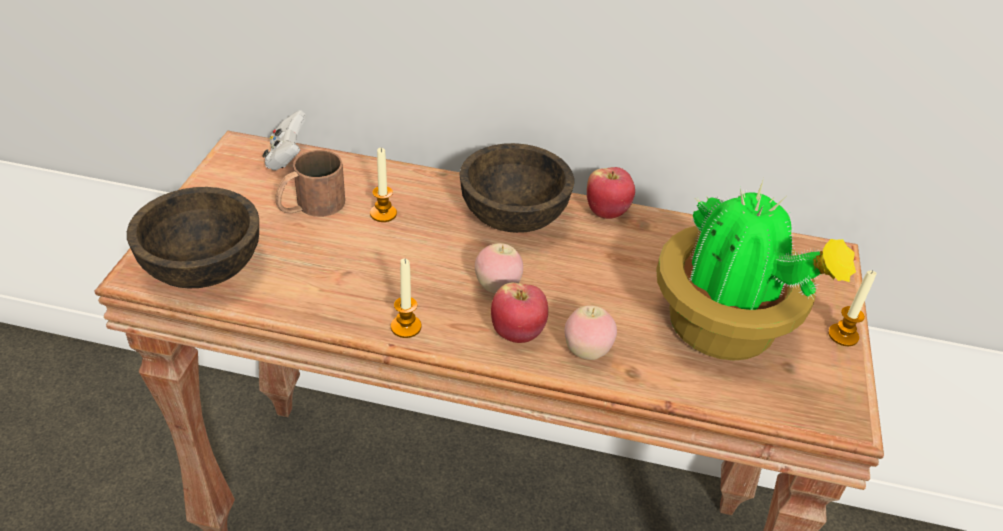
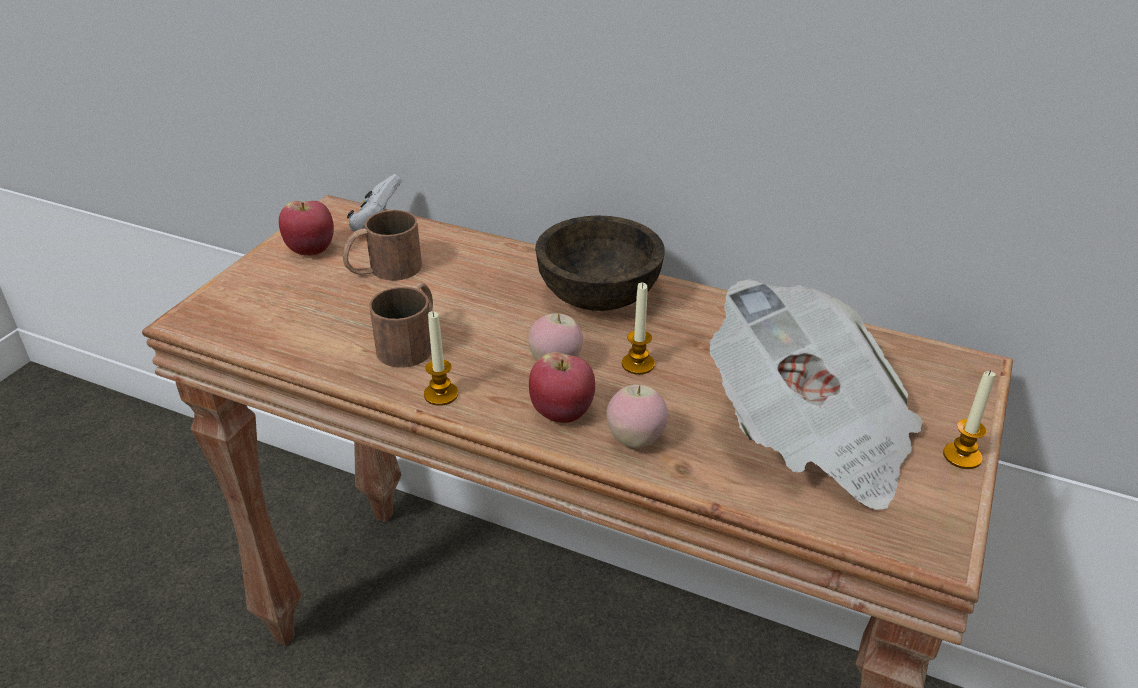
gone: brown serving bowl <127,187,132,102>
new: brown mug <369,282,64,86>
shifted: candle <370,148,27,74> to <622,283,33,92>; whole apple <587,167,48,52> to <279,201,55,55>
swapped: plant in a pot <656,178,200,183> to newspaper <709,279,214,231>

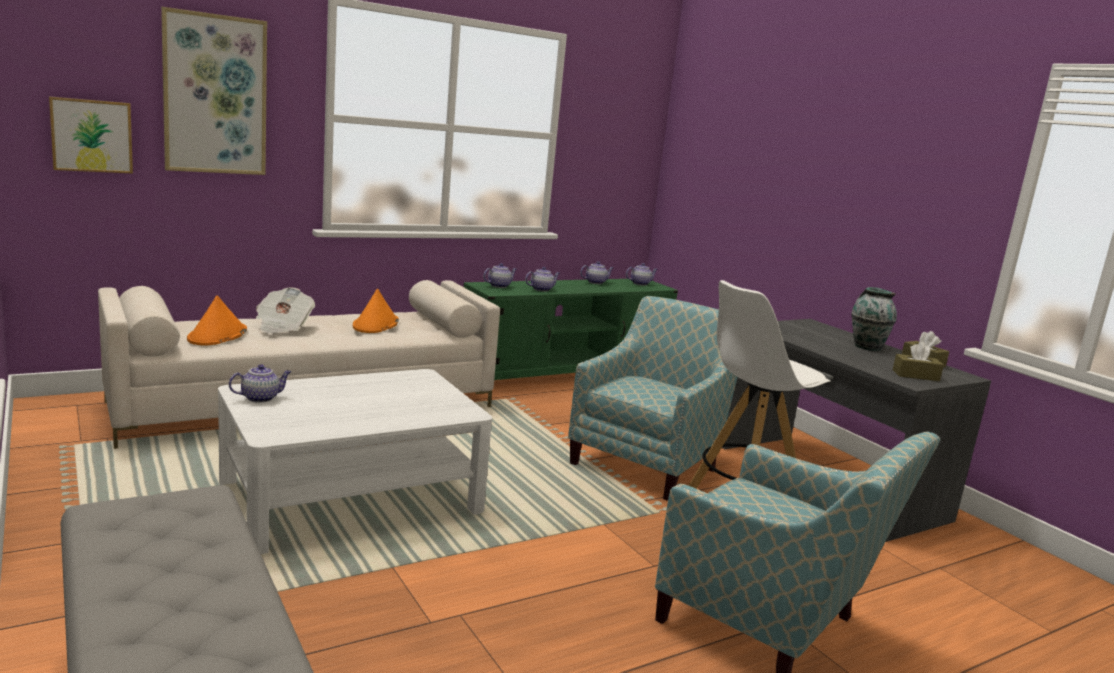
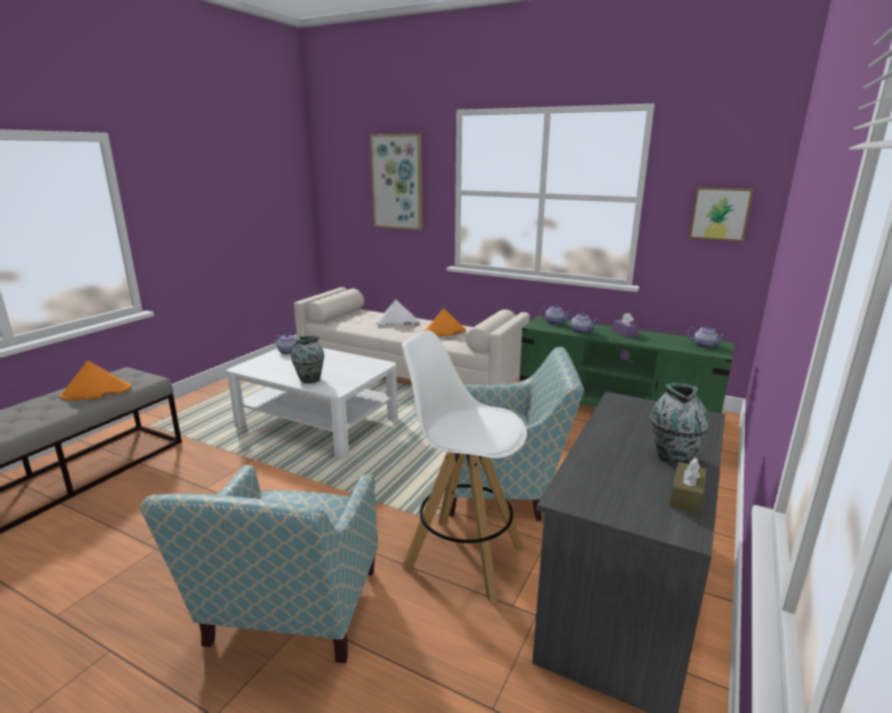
gone: teapot <580,261,34,23>; brown tissue box <893,342,51,39>
new: vase <291,335,33,48>; purple-coloured tissue box <613,313,26,24>
shifted: picture <49,97,84,77> to <689,187,64,55>; orangey wearable hat <187,295,60,50> to <60,360,72,41>
swapped: newspaper <256,287,59,47> to white-coloured wearable hat <376,300,43,26>

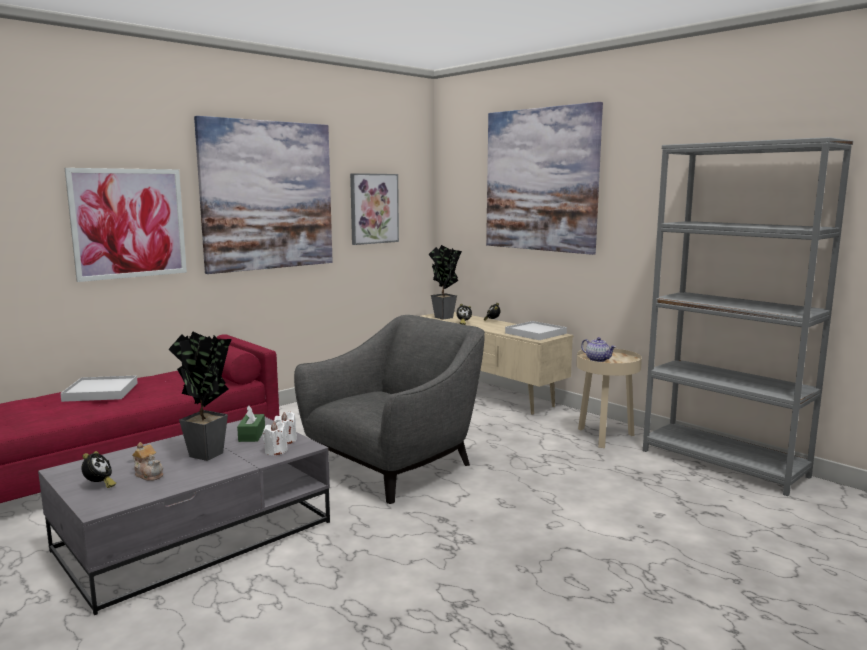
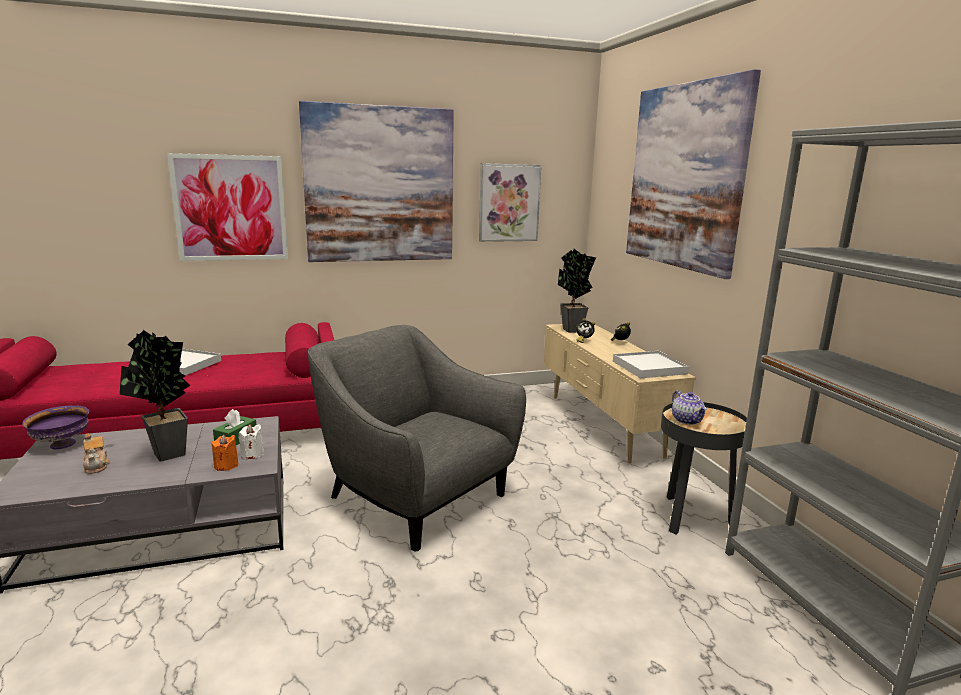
gone: table clock <81,451,35,37>
new: purple-coloured serving bowl <22,405,67,44>
repainted: white-coloured candle <262,421,25,35> to orangey candle <212,435,27,36>; sand-coloured side table <576,348,66,100> to black-coloured side table <661,402,86,133>
rotated: gray easy chair <294,315,191,189> = <308,325,218,227> 120 degrees counterclockwise

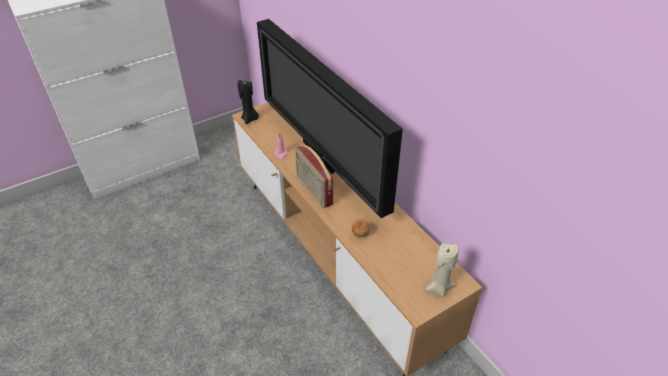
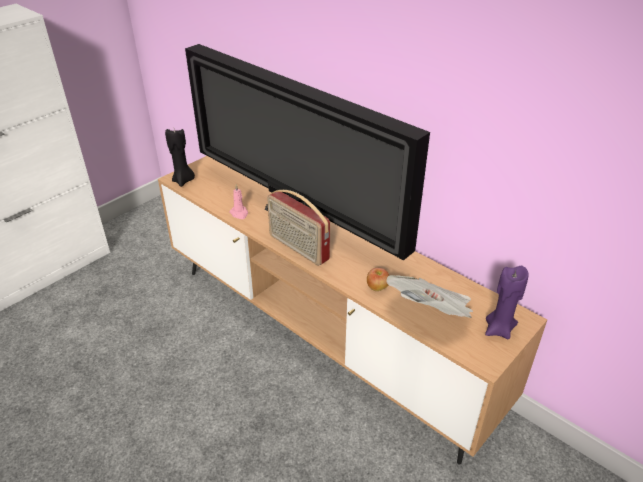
new: newspaper <386,275,88,43>
repainted: sand-coloured candle <426,243,33,54> to purple-coloured candle <485,266,44,73>

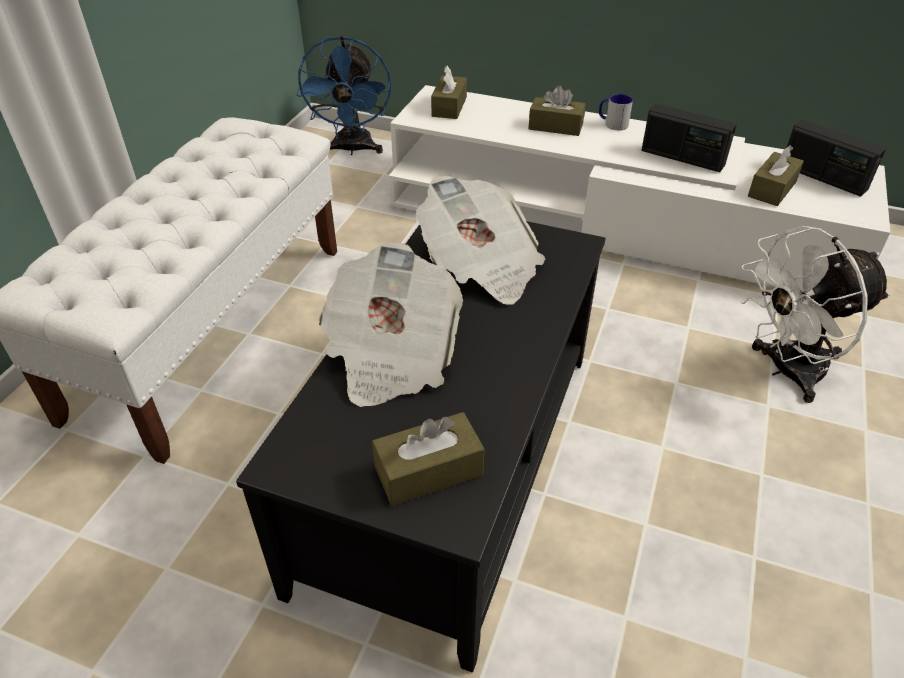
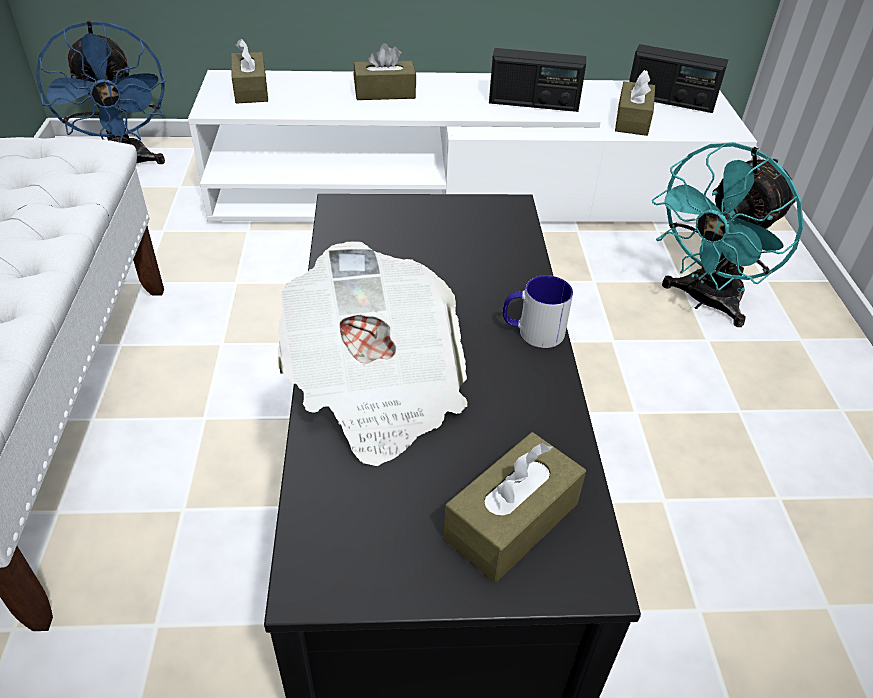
gone: newspaper <416,175,129,130>
shifted: mug <599,94,34,36> to <503,275,70,73>
repainted: white-coloured fan <741,226,149,177> to turquoise fan <652,142,152,185>

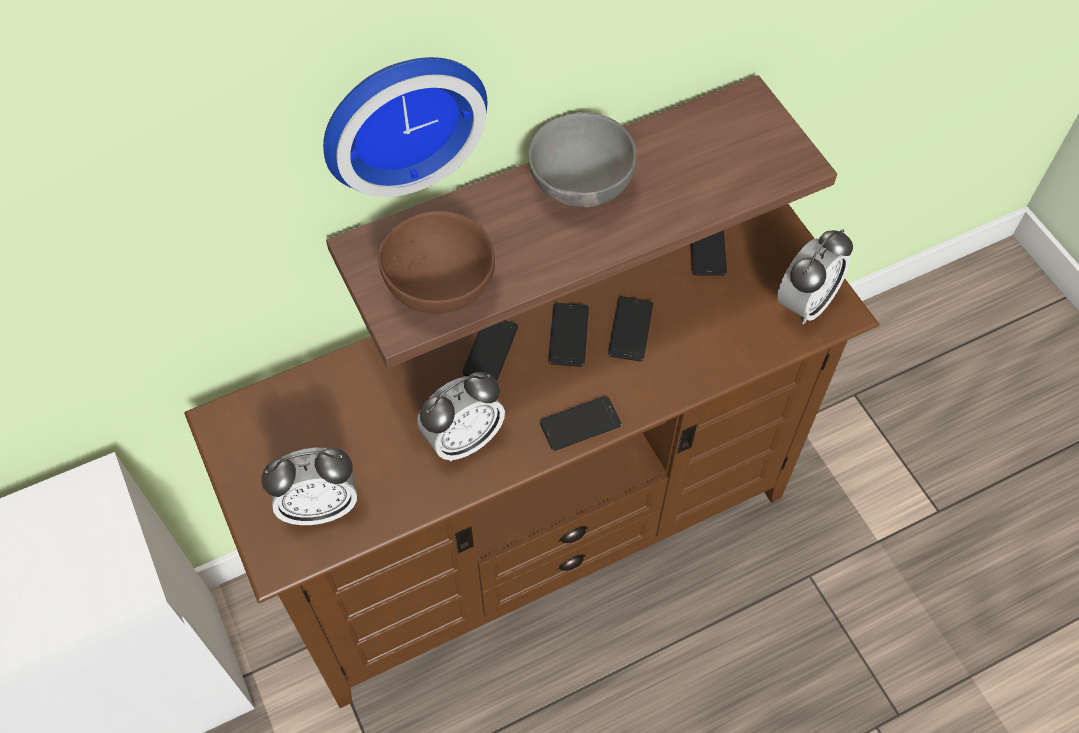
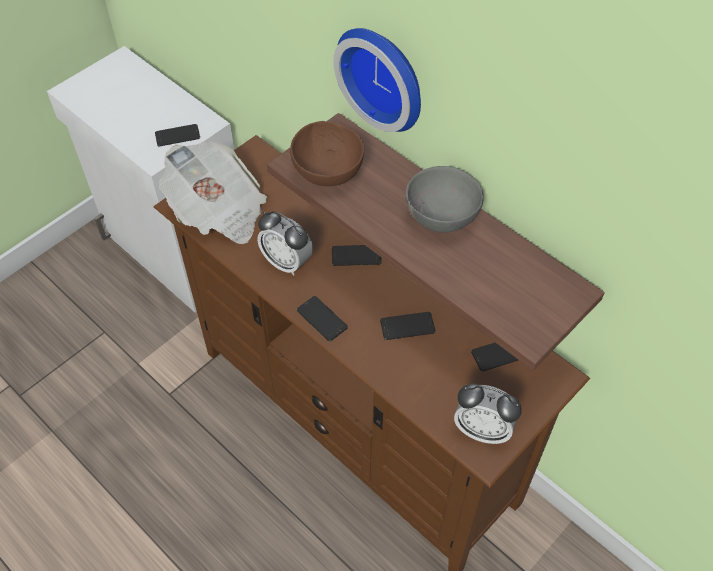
shifted: telephone <548,303,41,64> to <155,124,45,23>
swapped: table clock <261,448,96,77> to newspaper <158,141,109,103>

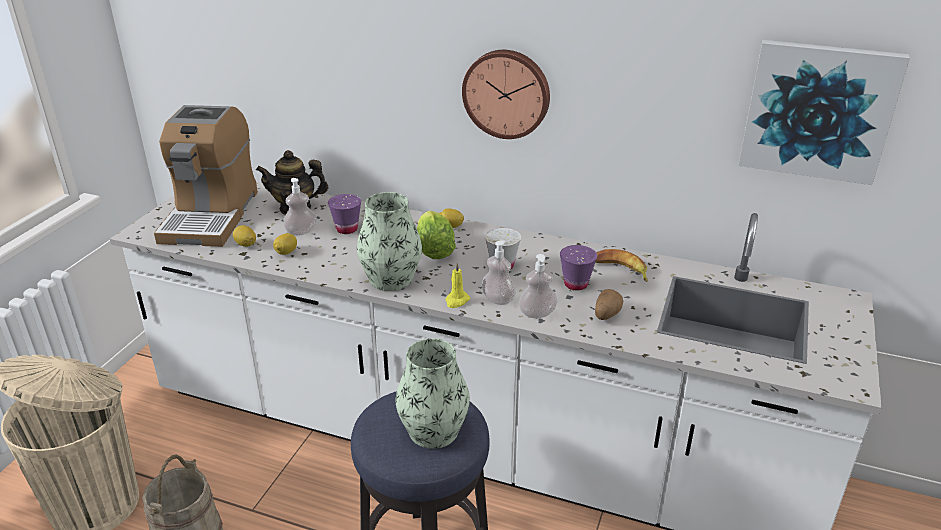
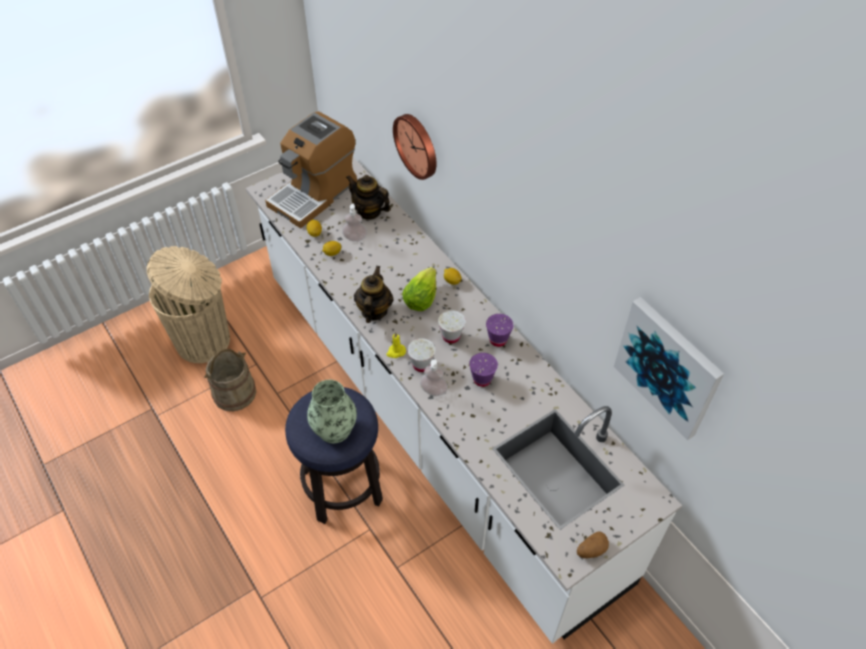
gone: banana fruit <595,249,53,33>
shifted: purple-coloured cup <328,194,33,40> to <486,314,28,33>; clock on the wall <462,50,88,89> to <393,114,43,66>; spud <595,289,28,31> to <577,531,32,27>
swapped: vase <357,192,65,99> to teapot <354,266,39,57>; liquid soap bottle <482,240,34,65> to white-coloured cup <407,338,28,34>

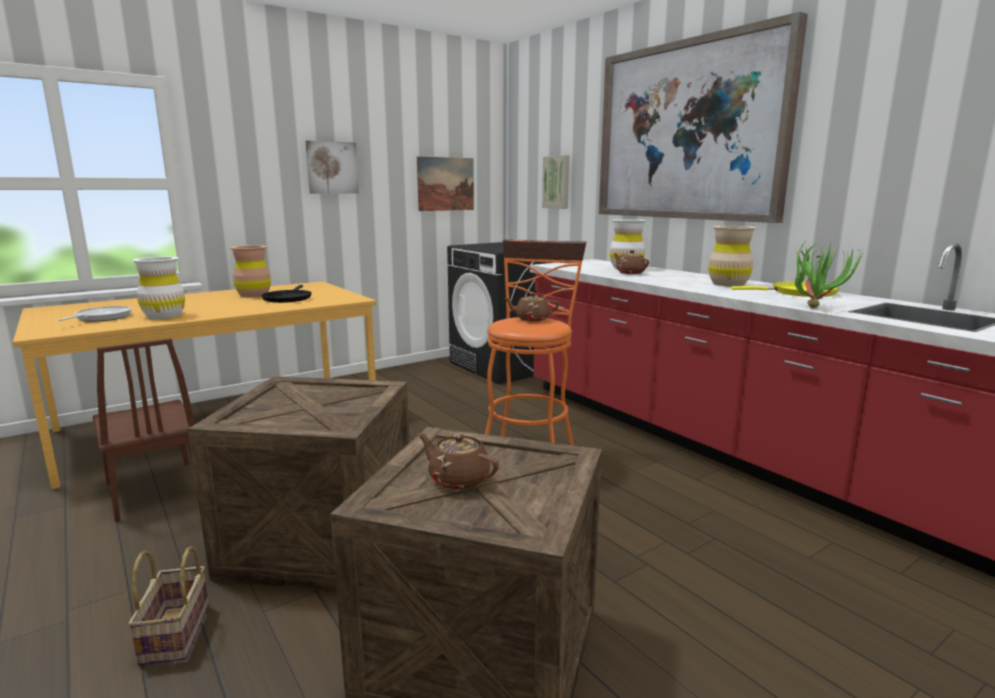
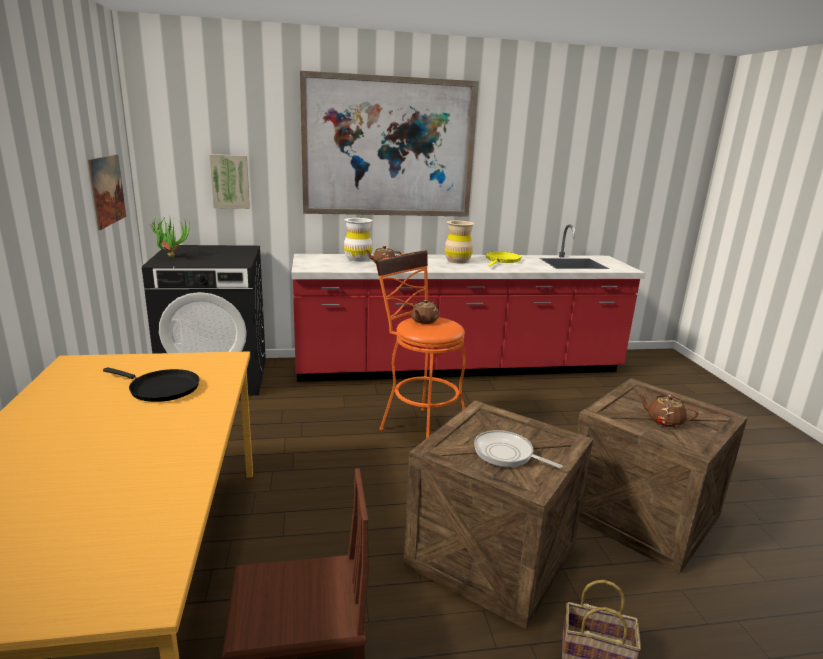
gone: white-coloured vase <132,257,53,62>; brown vase <230,245,41,52>; picture <306,140,53,54>
shifted: frying pan <58,306,74,16> to <474,430,89,38>; plant in a pot <795,239,68,70> to <150,215,40,43>
rotated: brown teapot <418,433,81,56> = <637,393,61,34> 60 degrees clockwise

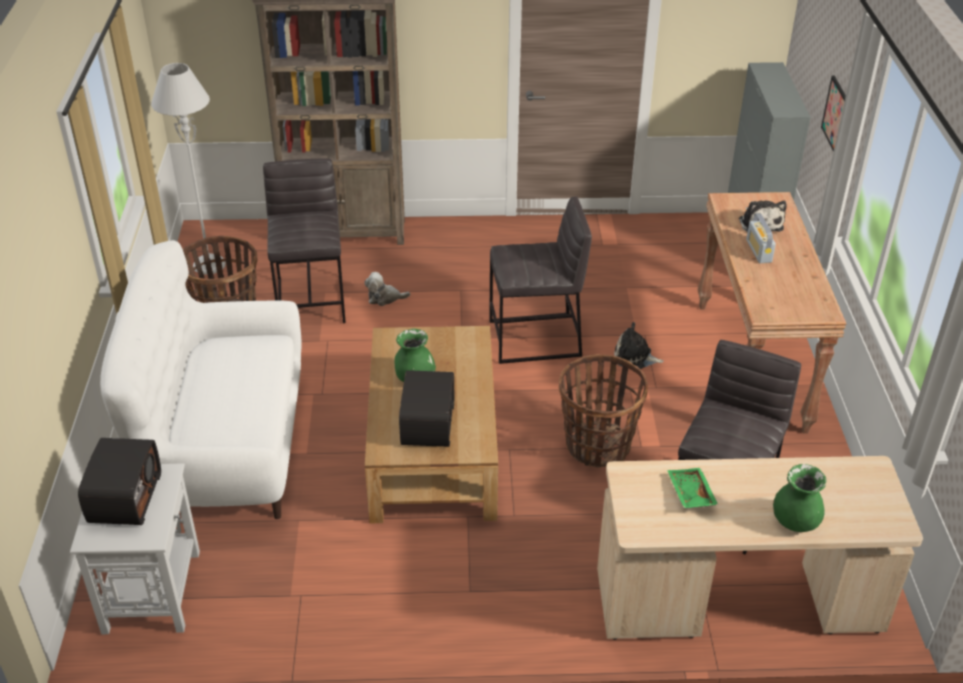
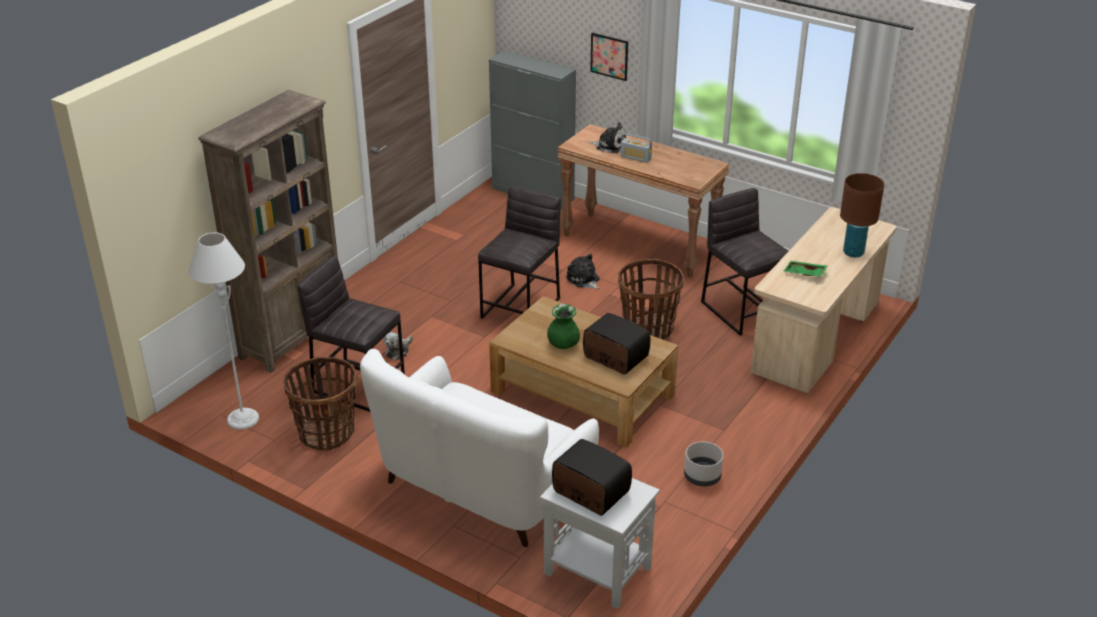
new: gray planter <684,442,39,44>
swapped: greenish vase <773,464,53,68> to brown table lamp <840,173,44,85>
rotated: soft toy <614,322,50,47> = <566,254,34,35> 90 degrees clockwise

